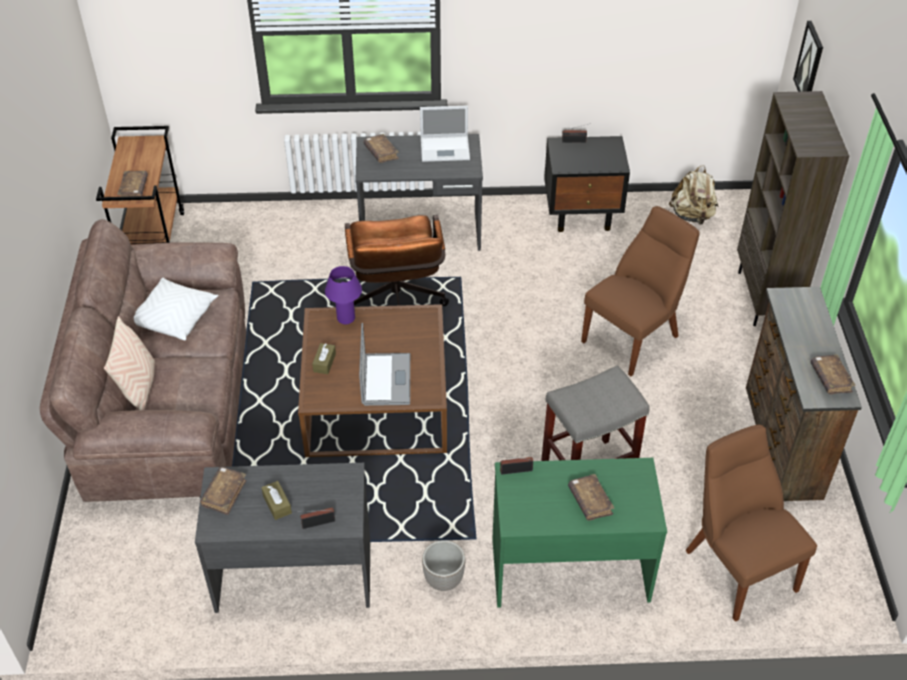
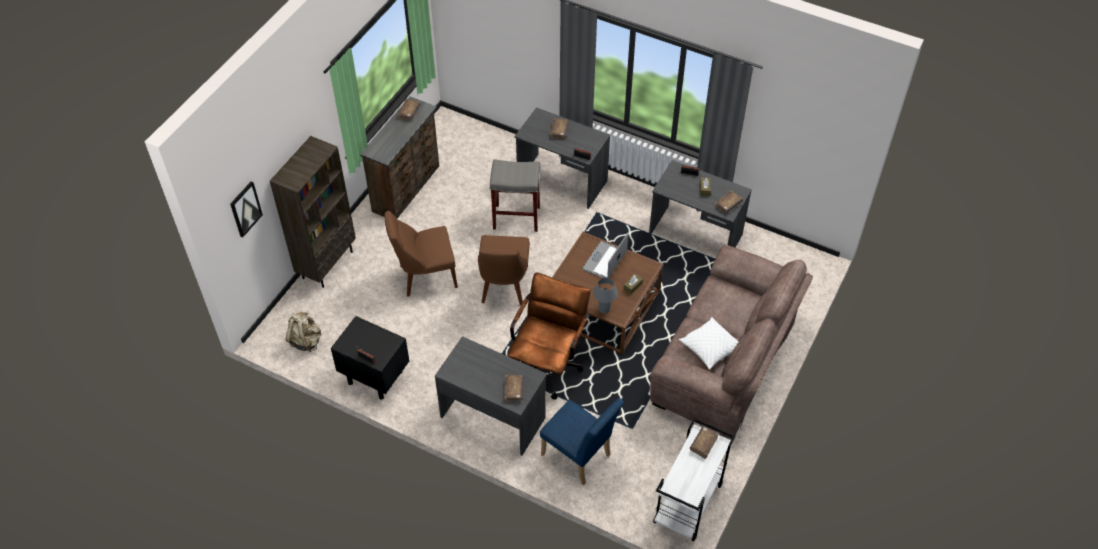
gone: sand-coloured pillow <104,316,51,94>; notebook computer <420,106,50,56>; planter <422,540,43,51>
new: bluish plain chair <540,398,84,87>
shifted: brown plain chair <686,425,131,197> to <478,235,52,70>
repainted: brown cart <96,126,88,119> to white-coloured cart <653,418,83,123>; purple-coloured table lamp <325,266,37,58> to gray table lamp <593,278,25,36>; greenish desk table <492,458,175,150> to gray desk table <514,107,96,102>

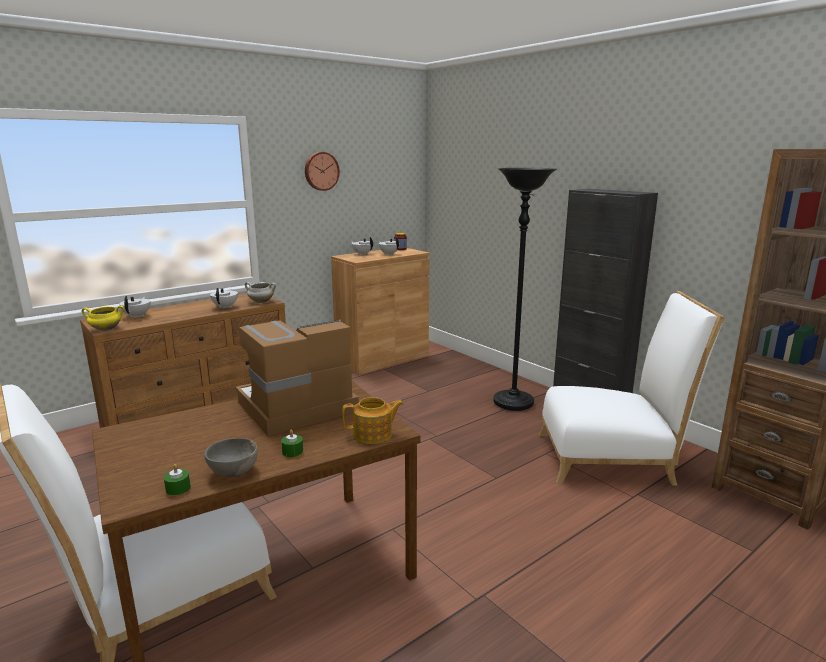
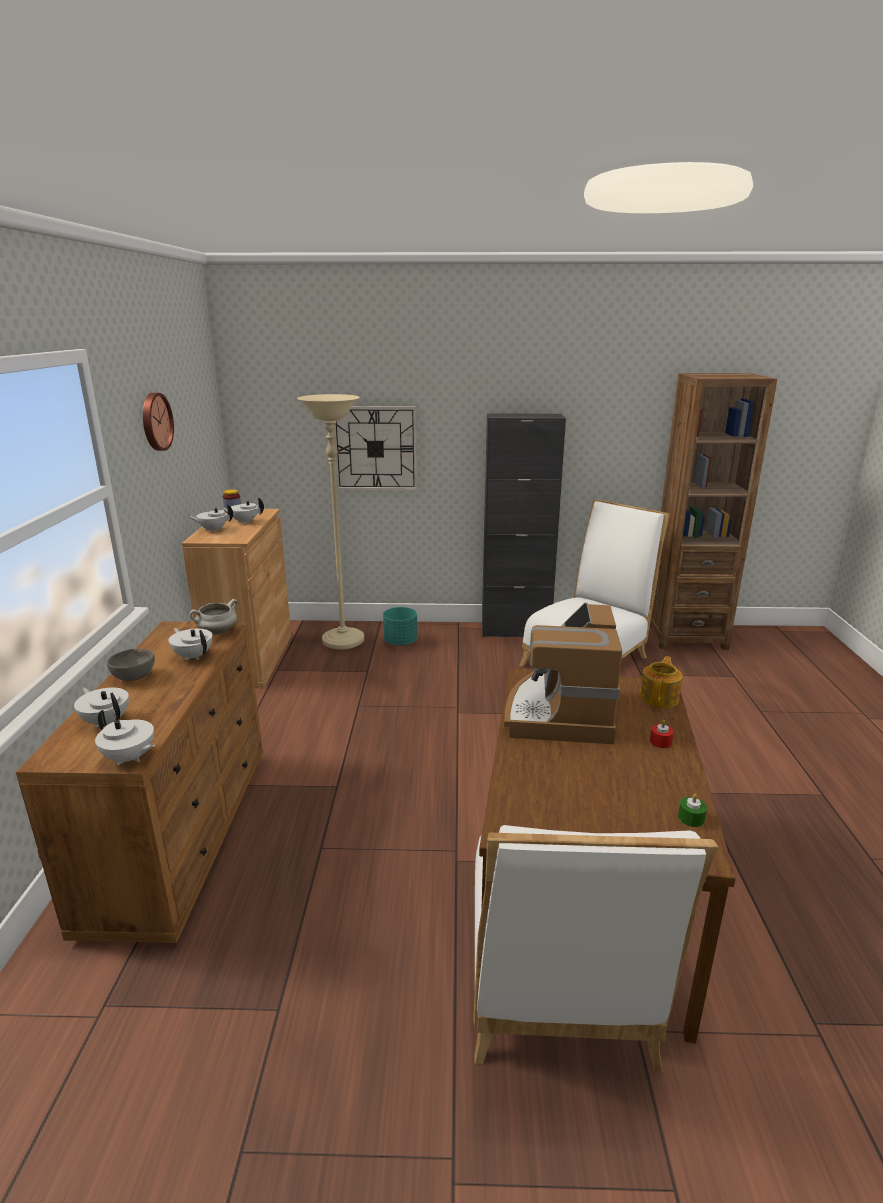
gone: black-coloured standard lamp <493,168,64,243>
new: sand-coloured standard lamp <297,394,67,256>; clock on the wall <333,406,85,85>; turquoise planter <383,607,34,39>
shifted: gray serving bowl <204,438,54,39> to <107,648,48,33>
swapped: yellowish saucepot <82,305,42,26> to white-coloured teapot <95,710,60,56>
repainted: greenish candle <281,429,22,28> to red-coloured candle <650,720,24,28>

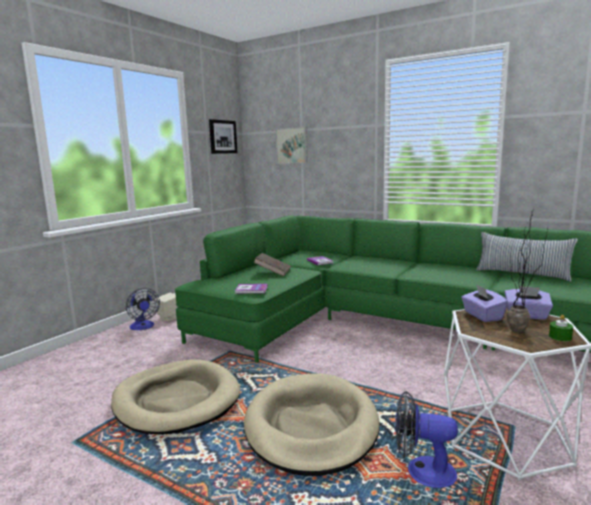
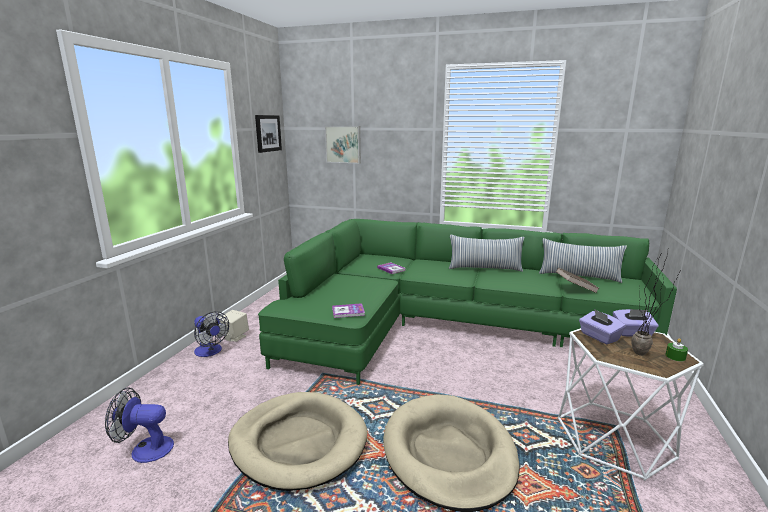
new: pillow <449,235,76,37>
shifted: brown volume <253,253,38,23> to <556,268,44,25>; fan <395,391,63,97> to <105,387,69,76>

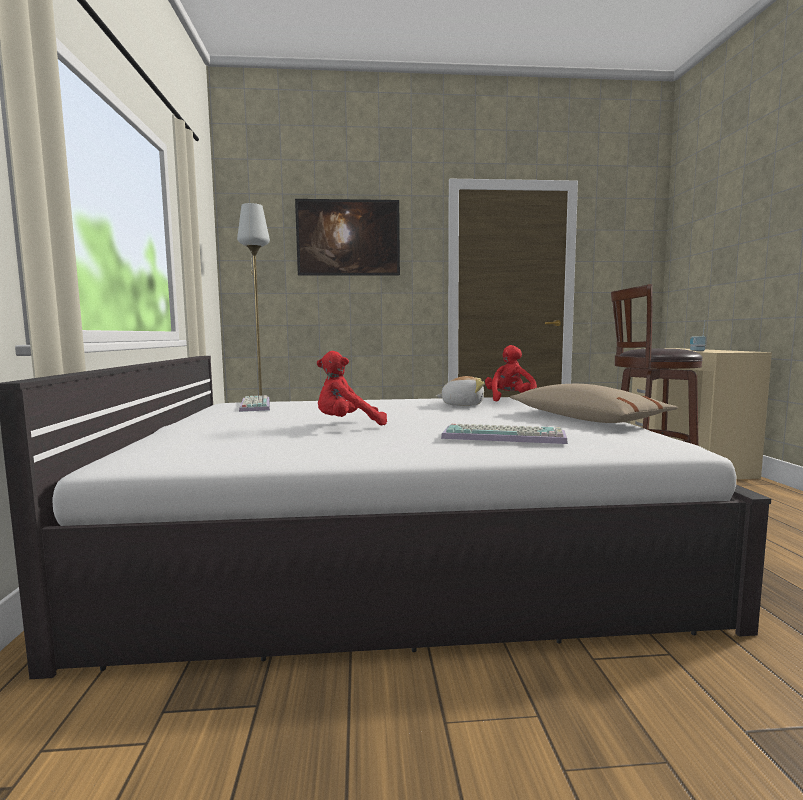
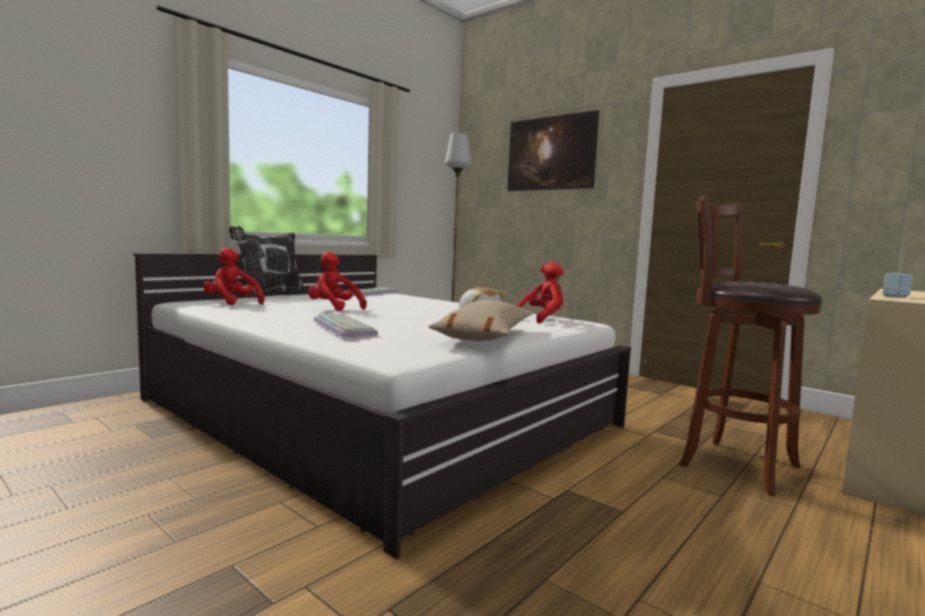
new: red-coloured soft toy <203,248,61,57>; pillow <229,226,77,71>

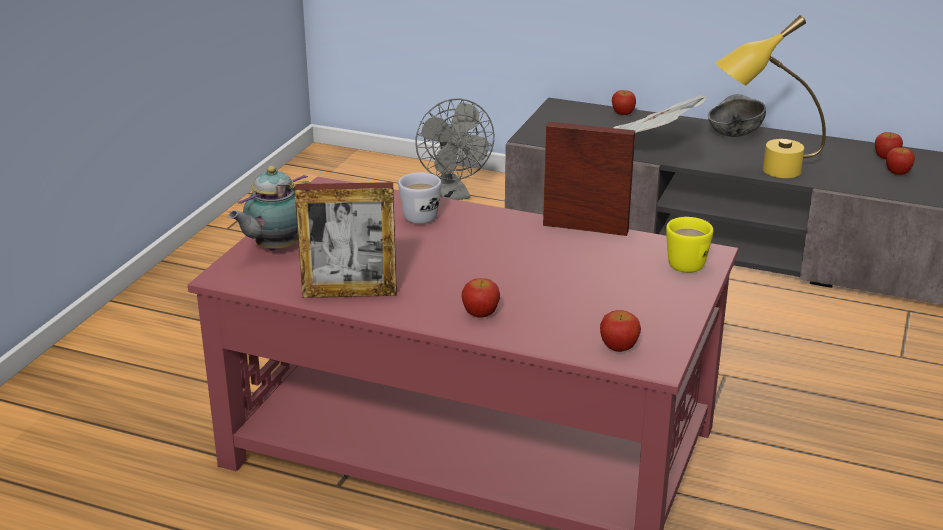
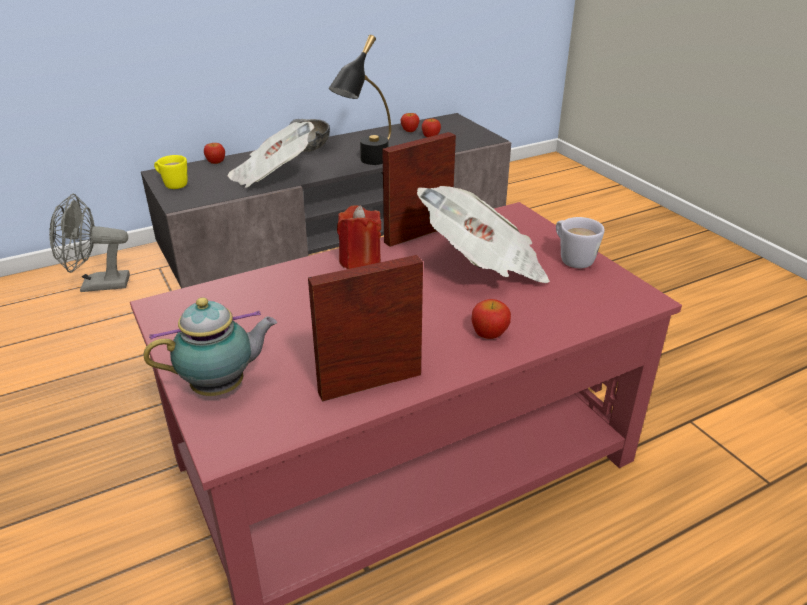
gone: whole apple <600,310,41,42>
new: red-coloured candle <337,205,44,64>; newspaper <417,186,133,97>
shifted: white-coloured mug <398,172,43,52> to <556,217,49,51>; yellowish mug <666,217,47,56> to <154,155,34,34>
repainted: yellowish table lamp <716,15,110,163> to black-coloured table lamp <329,35,62,130>
rotated: teapot <228,166,83,85> = <143,297,134,99> 105 degrees counterclockwise; photo frame <295,182,102,116> = <308,255,115,147> 150 degrees counterclockwise; gray fan <416,98,78,102> = <49,194,81,98> 150 degrees clockwise

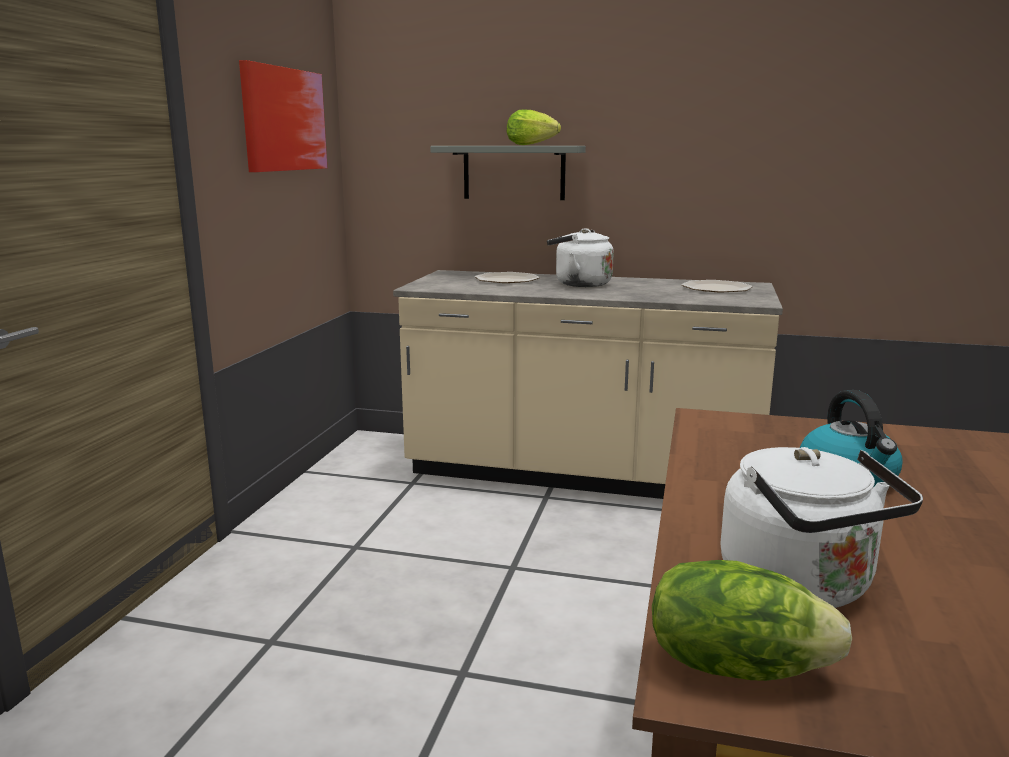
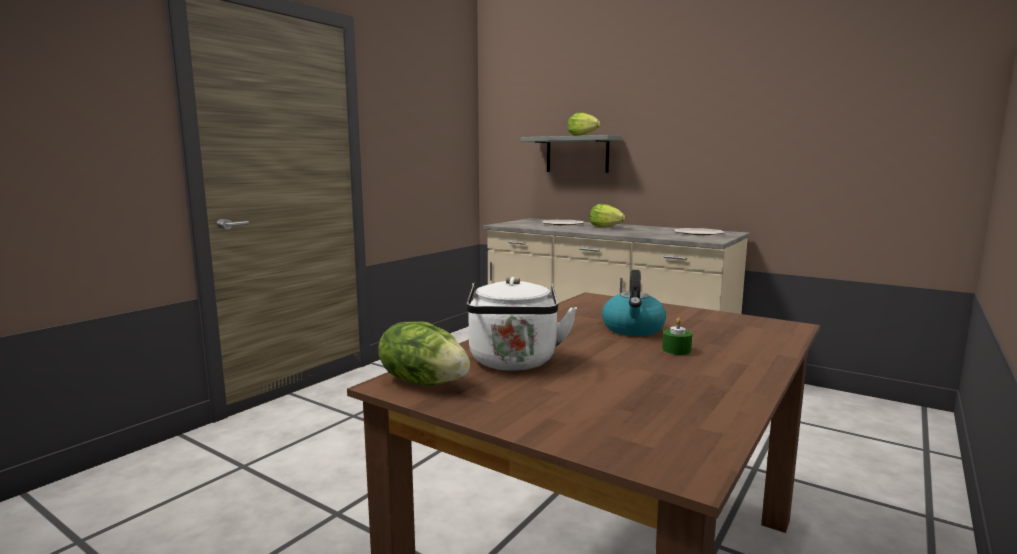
gone: picture <239,60,88,112>
new: greenish candle <662,318,30,37>
swapped: white-coloured tea kettle <547,228,67,59> to lettuce head <590,204,35,23>

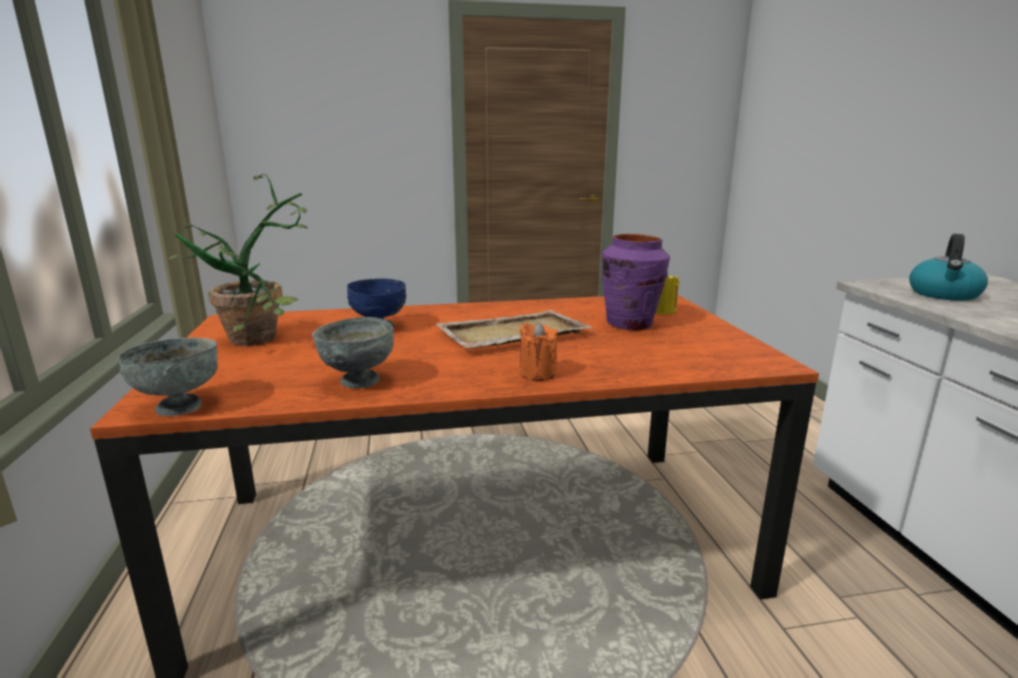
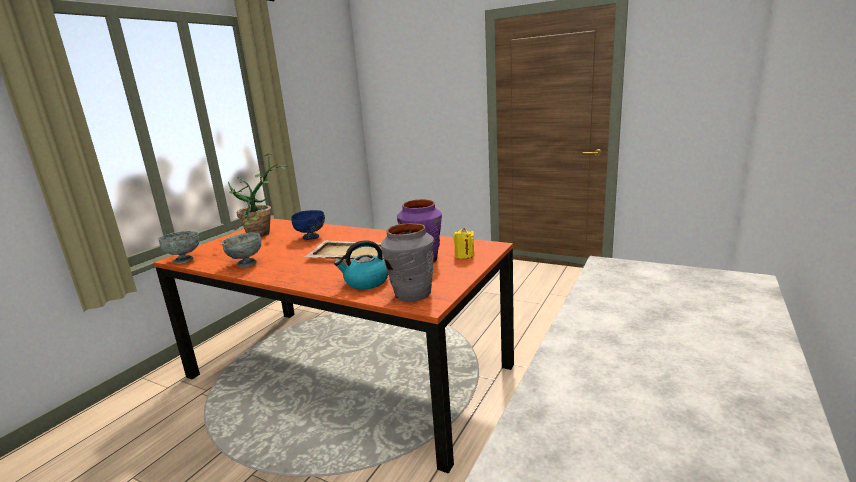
gone: orangey candle <520,322,37,59>
new: gray vase <381,223,53,79>
shifted: tea kettle <909,234,79,67> to <334,240,55,50>

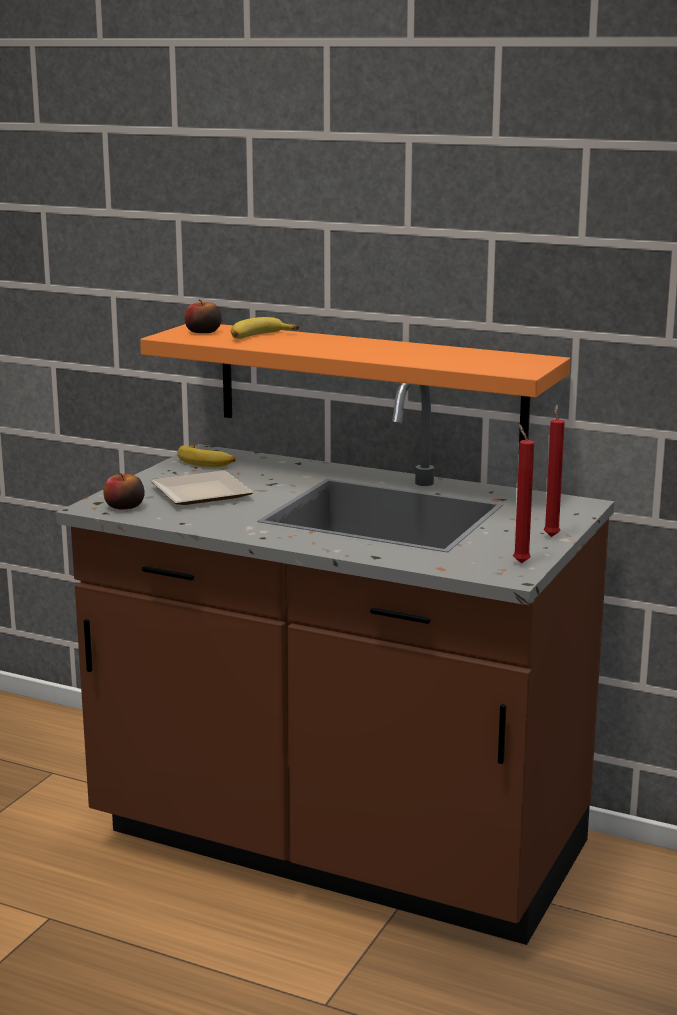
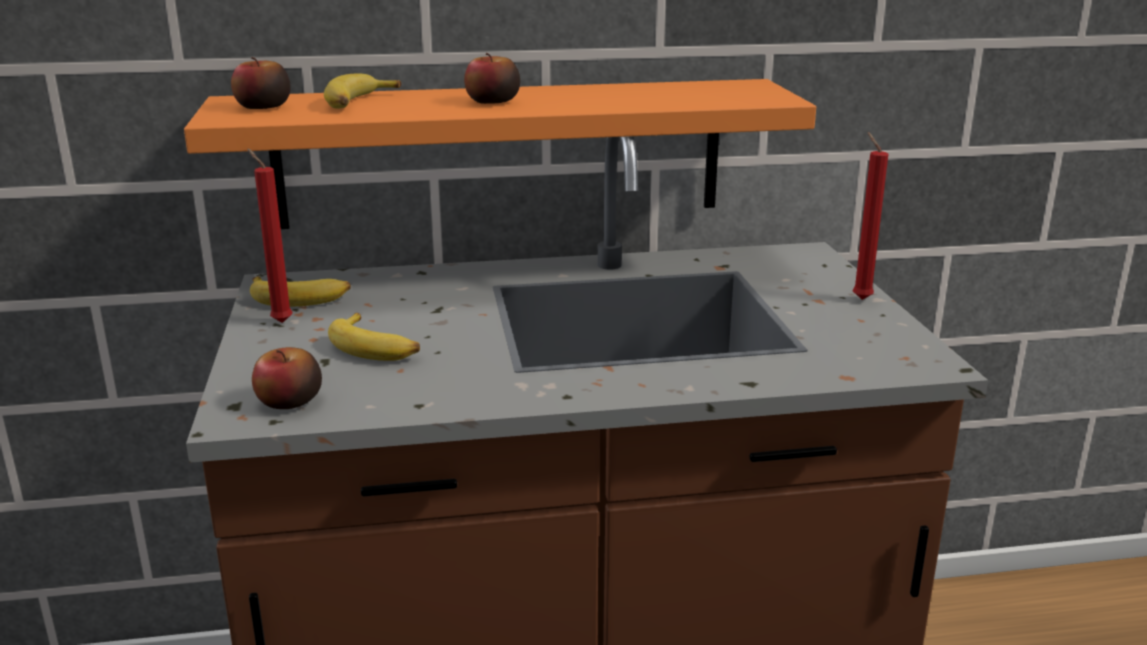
new: whole apple <464,53,56,51>
shifted: red-coloured candle <513,424,21,139> to <247,148,45,175>
swapped: dinner plate <151,470,102,35> to banana fruit <328,313,92,48>

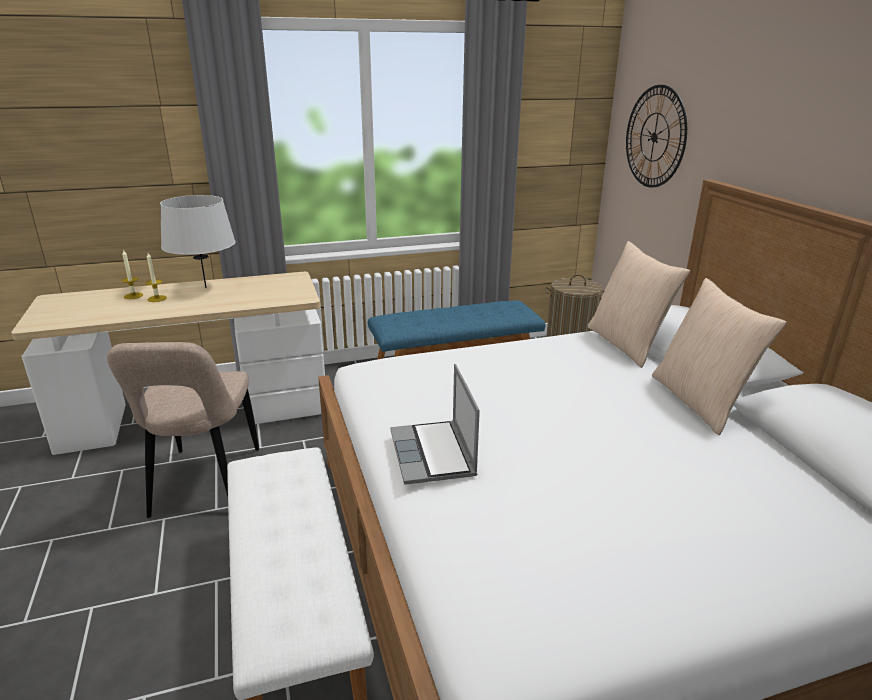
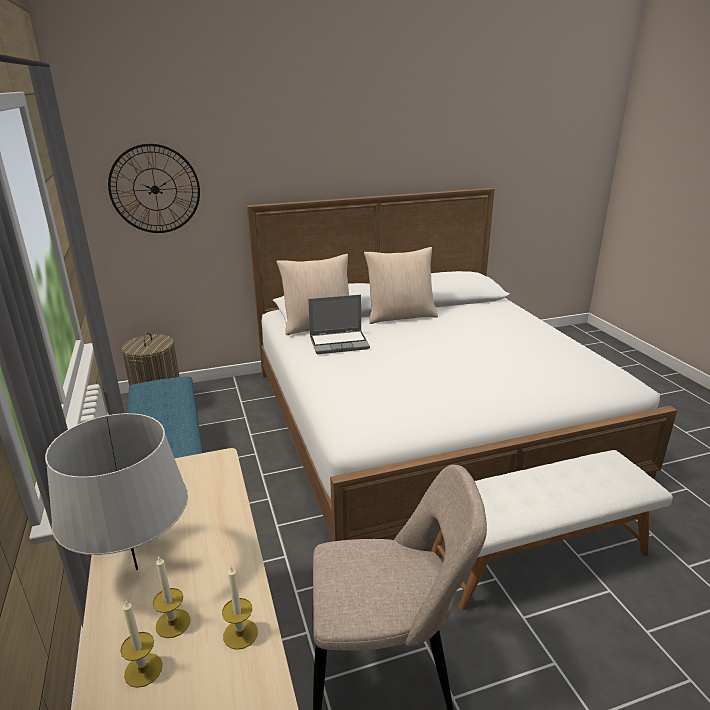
new: candle <222,566,36,84>
shifted: notebook computer <390,364,90,121> to <308,295,62,59>

